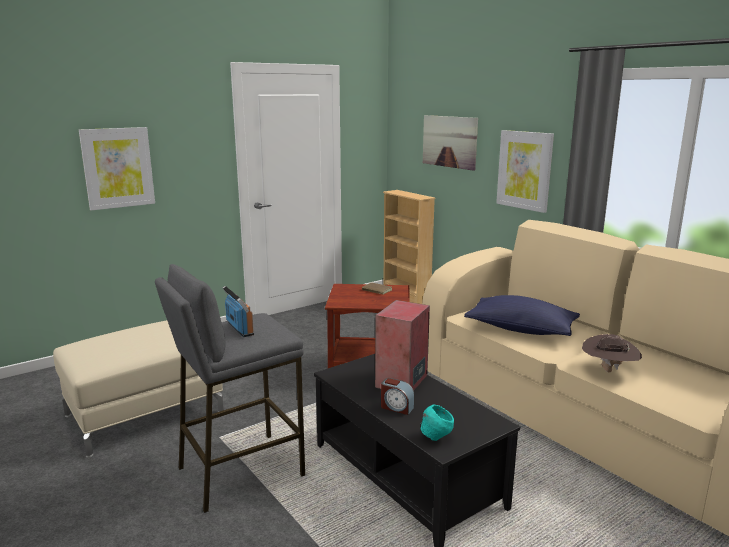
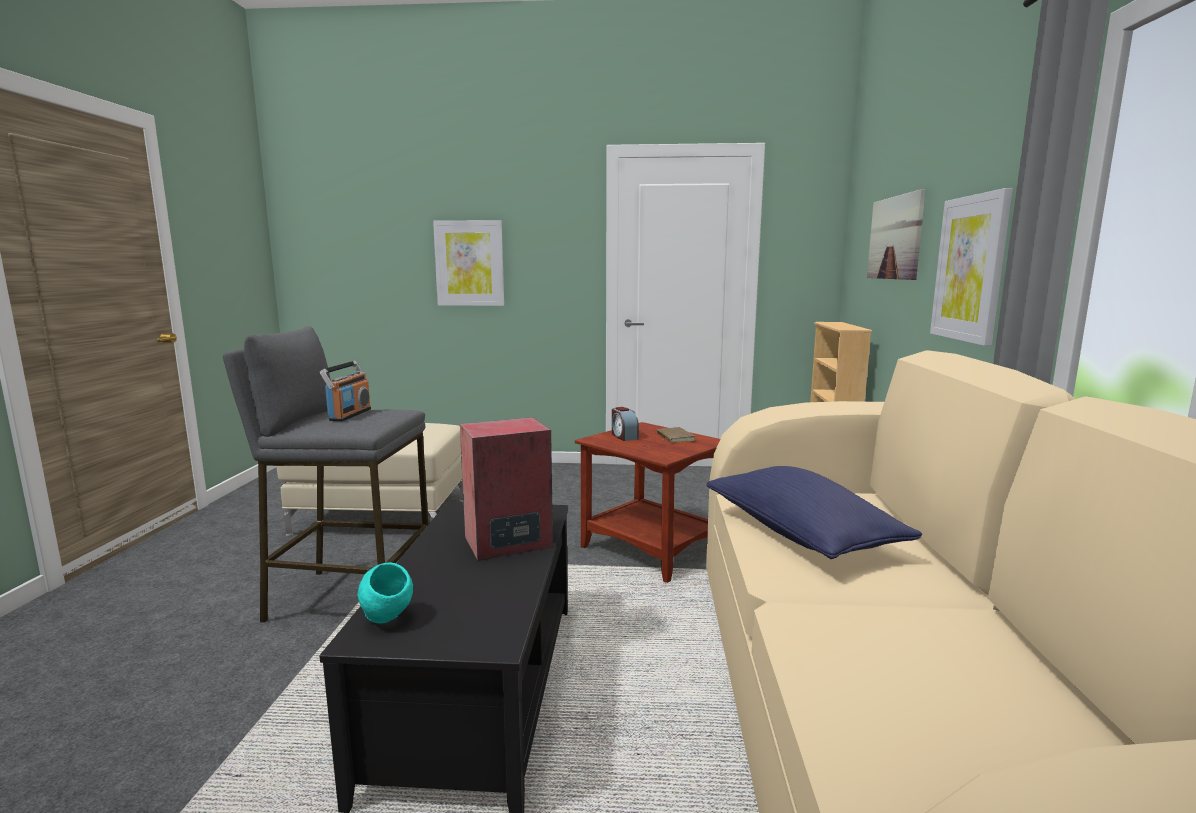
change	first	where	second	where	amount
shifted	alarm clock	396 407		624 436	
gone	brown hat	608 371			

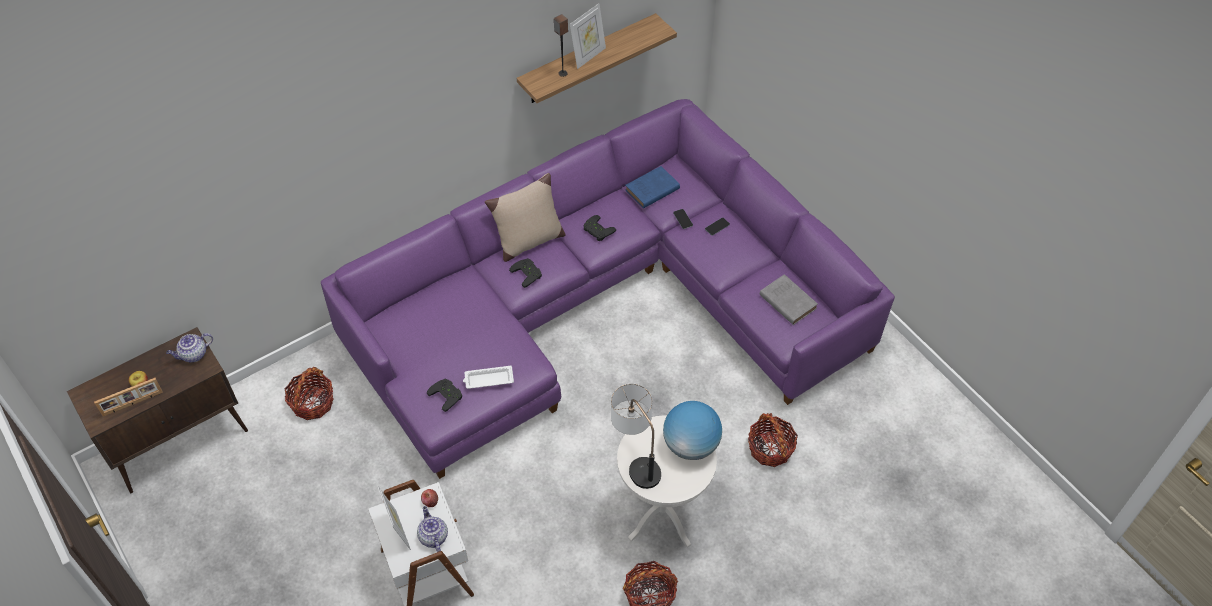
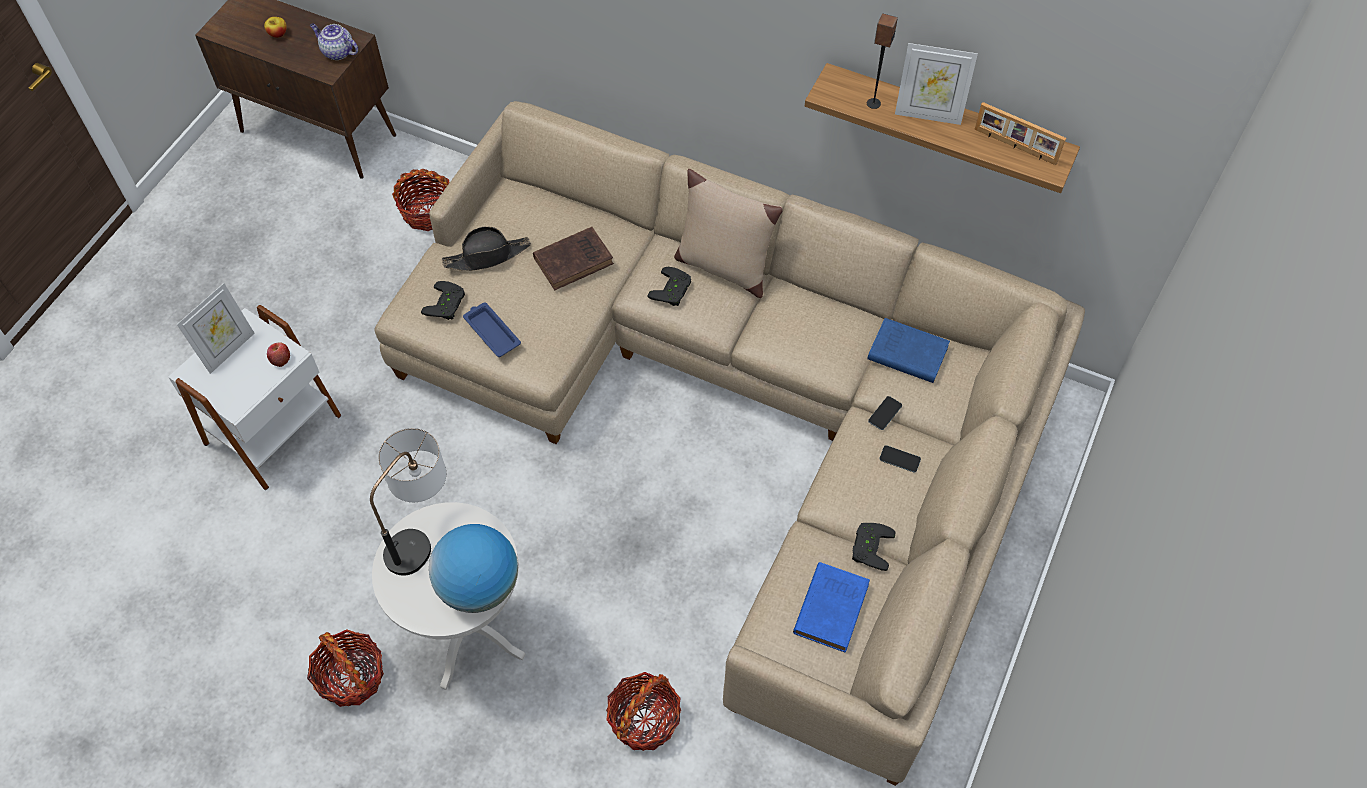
change	first	where	second	where	amount
shifted	picture frame	133 404		1014 147	
repainted	purple sofa	601 305	beige sofa	742 412	
gone	teapot	433 536			
repainted	white tray	488 379	blue tray	491 331	
shifted	black game controller	597 231		869 546	
repainted	grey book	786 301	blue book	831 607	
new			black hat	487 256	
new			brown book	575 260	

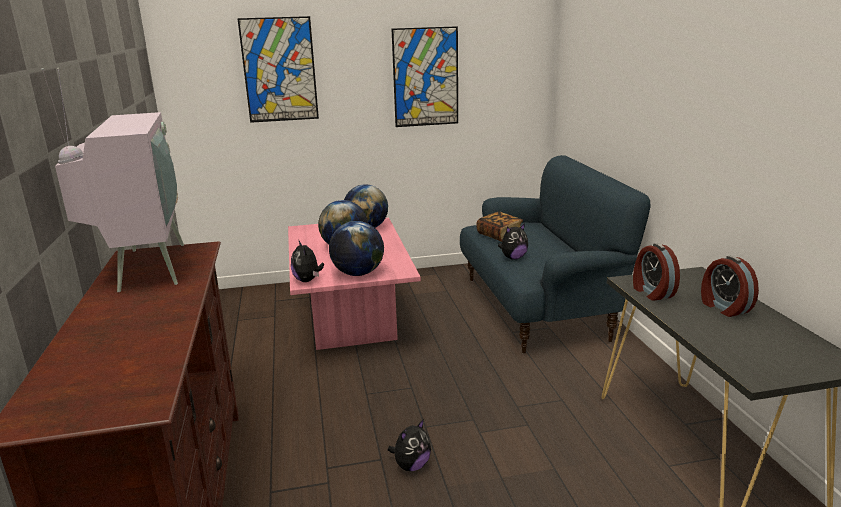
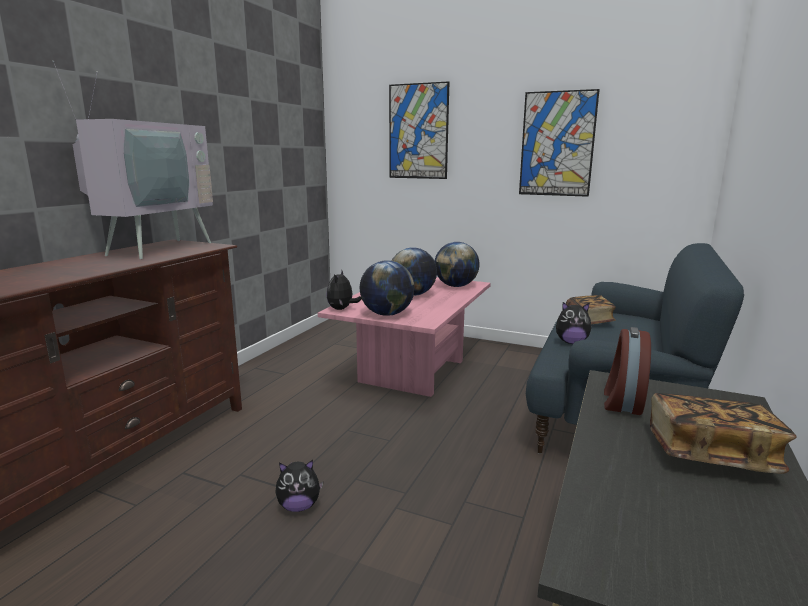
change	first	where	second	where	amount
swapped	alarm clock	724 307	book	709 454	

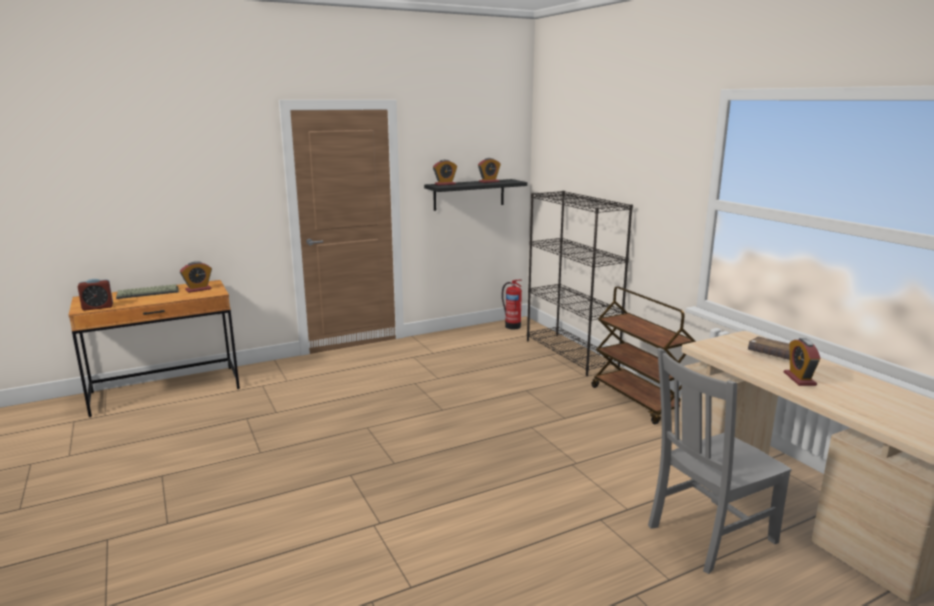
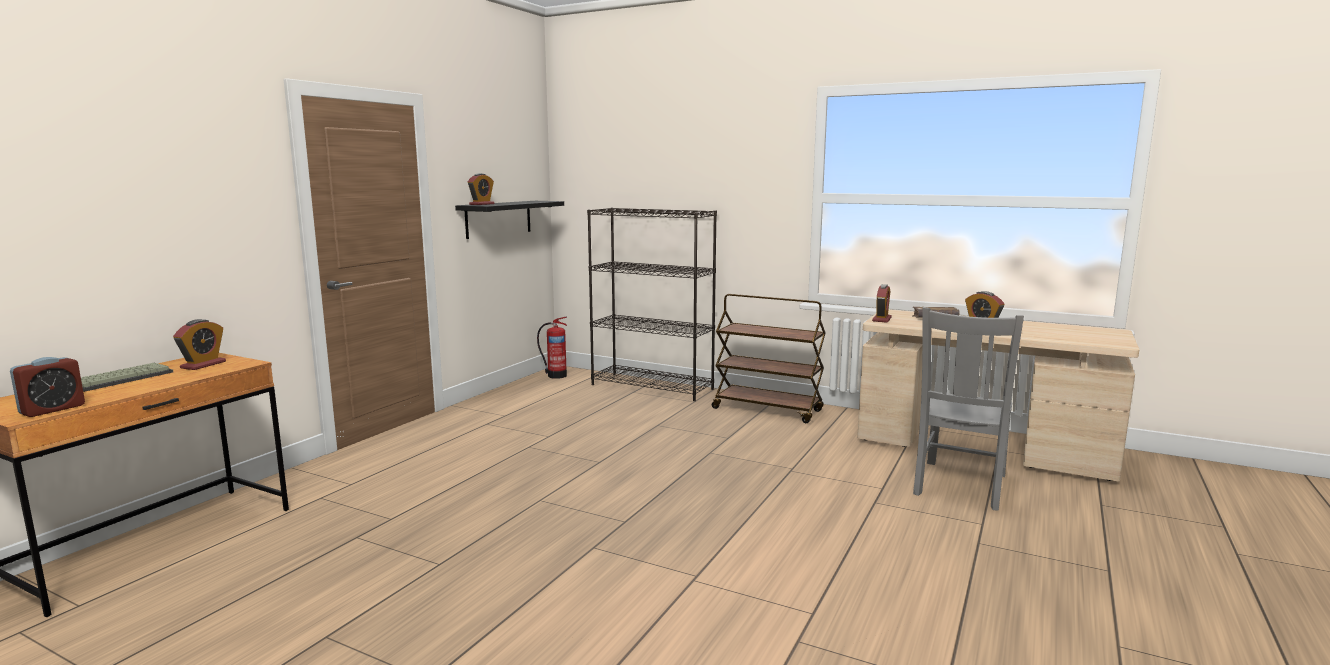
change	first	where	second	where	amount
shifted	alarm clock	489 181		882 319	

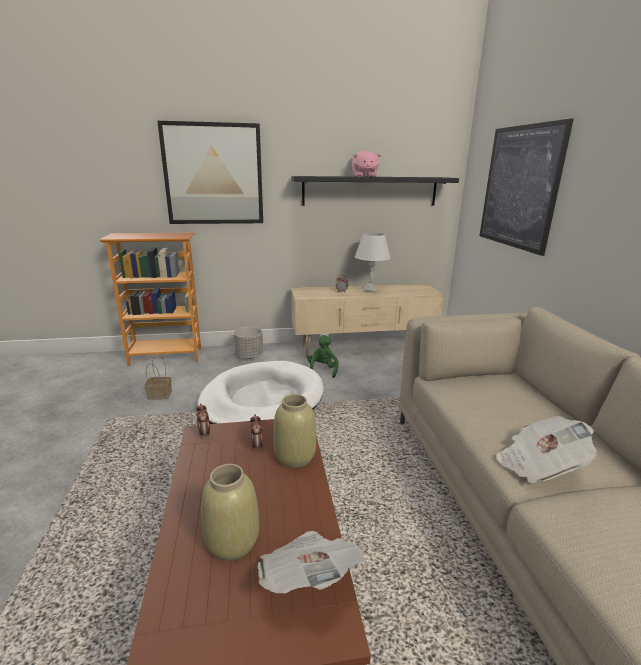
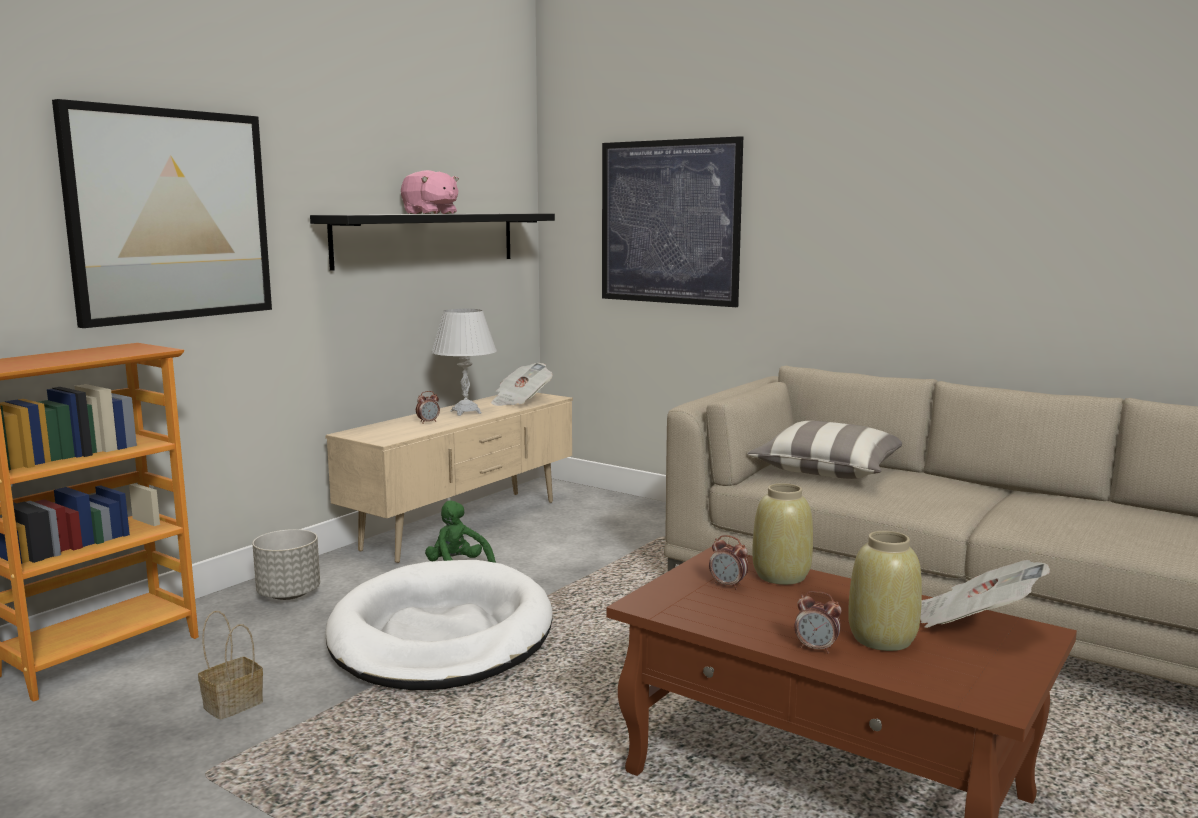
change	first	where	second	where	amount
shifted	alarm clock	204 434		816 648	
shifted	newspaper	539 465		520 401	
new			pillow	828 471	

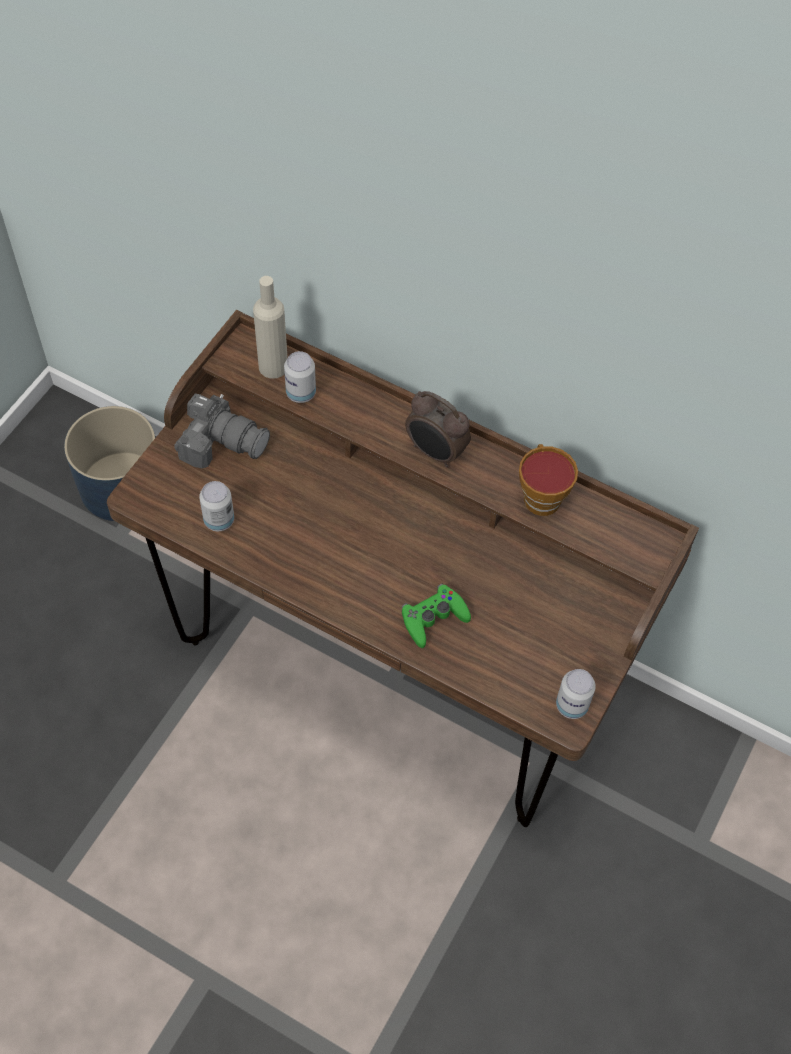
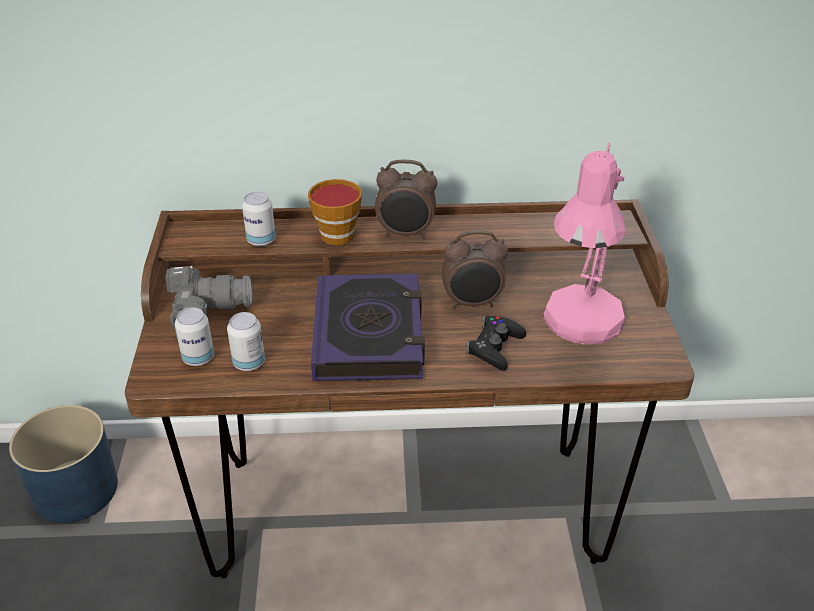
change	first	where	second	where	amount
gone	beige bottle	273 366			
repainted	green game controller	433 618	black game controller	495 347	
shifted	cup	540 496		334 233	
shifted	can	571 705		198 358	
new			book	369 335	
new			alarm clock	472 303	
new			pink table lamp	579 329	

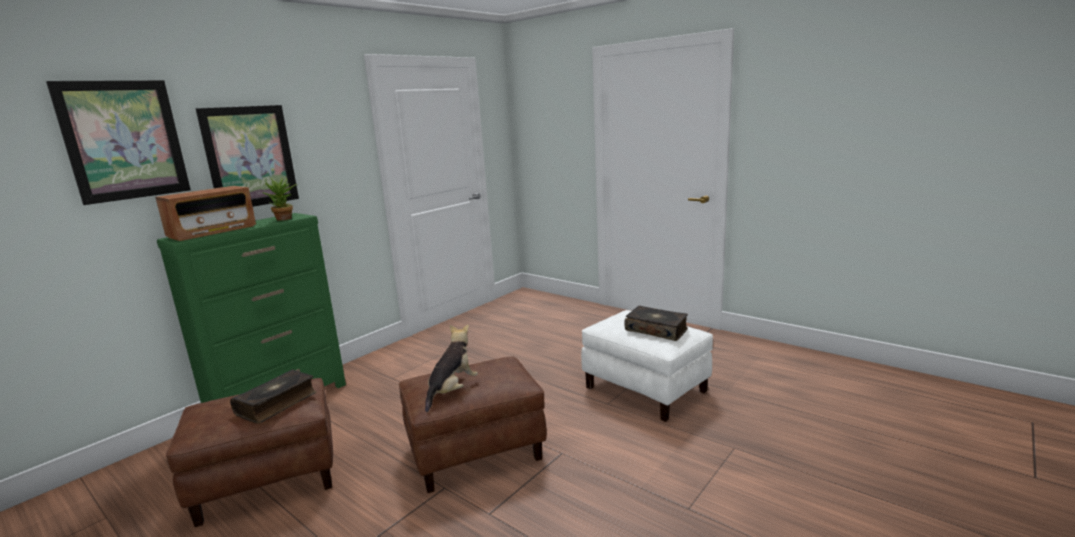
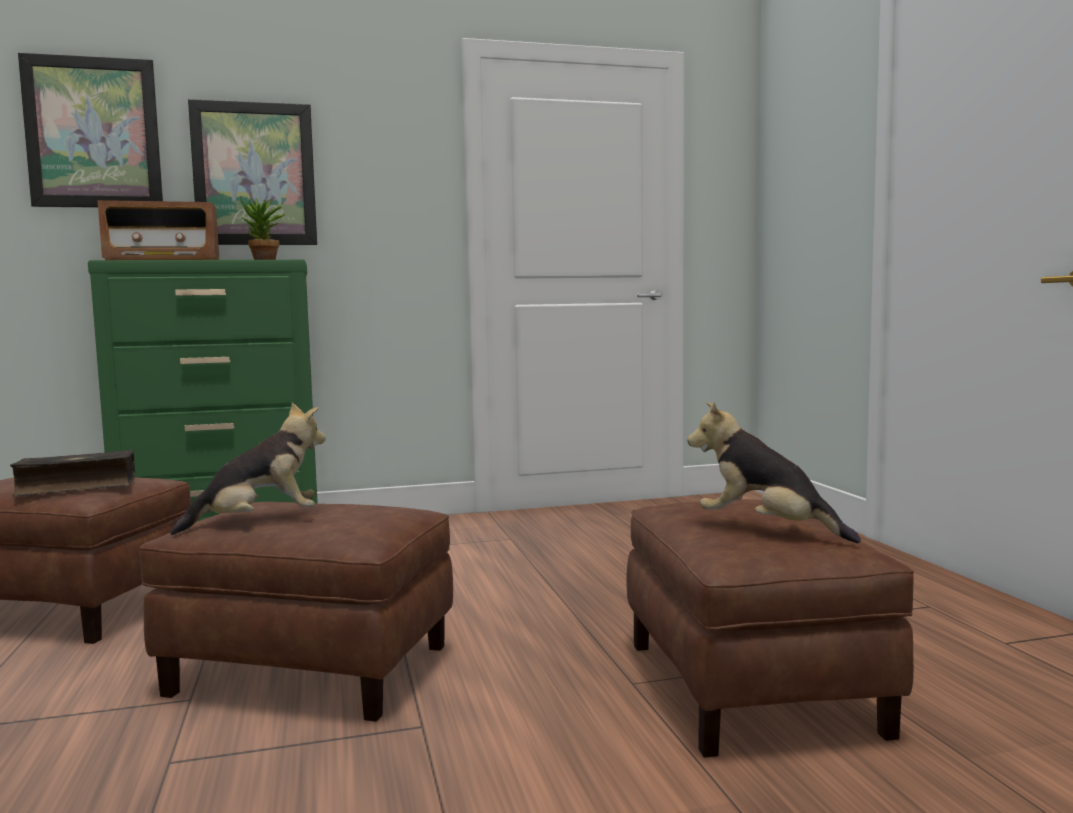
change	first	where	second	where	amount
repainted	white ottoman	646 389	brown ottoman	752 687	
swapped	book	656 330	plush toy	766 530	

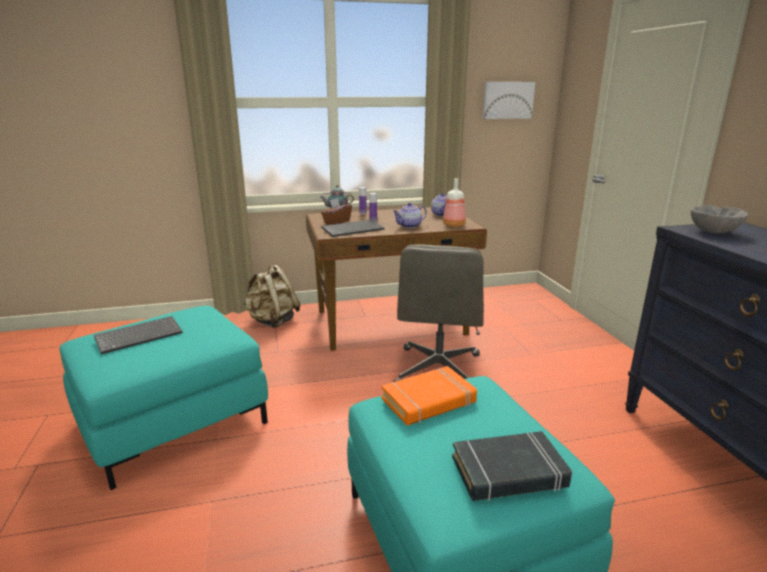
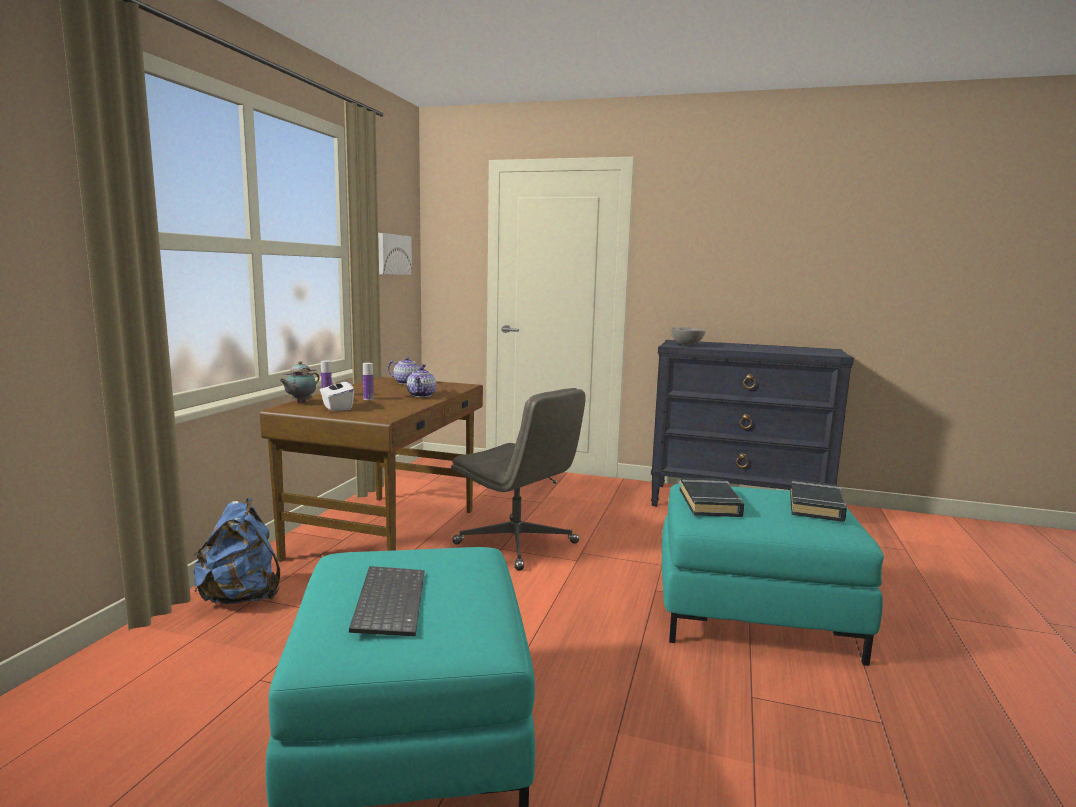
change	first	where	second	where	amount
repainted	beige backpack	272 321	blue backpack	241 597	
repainted	brown tissue box	336 222	white tissue box	337 408	
gone	keyboard	353 229			
repainted	orange book	429 401	black book	710 503	
gone	bottle	454 225			

